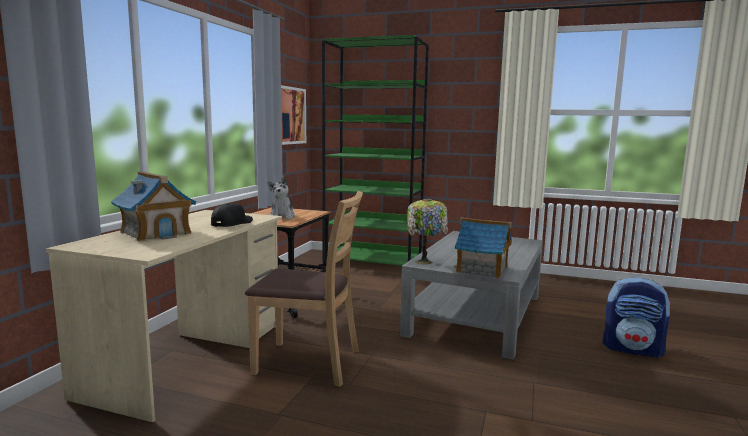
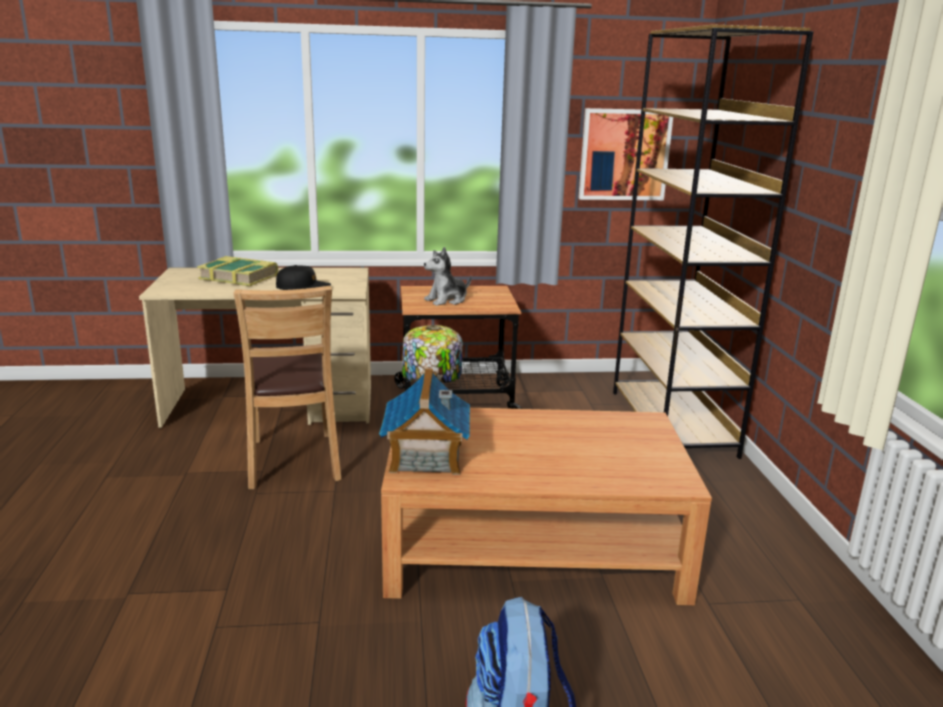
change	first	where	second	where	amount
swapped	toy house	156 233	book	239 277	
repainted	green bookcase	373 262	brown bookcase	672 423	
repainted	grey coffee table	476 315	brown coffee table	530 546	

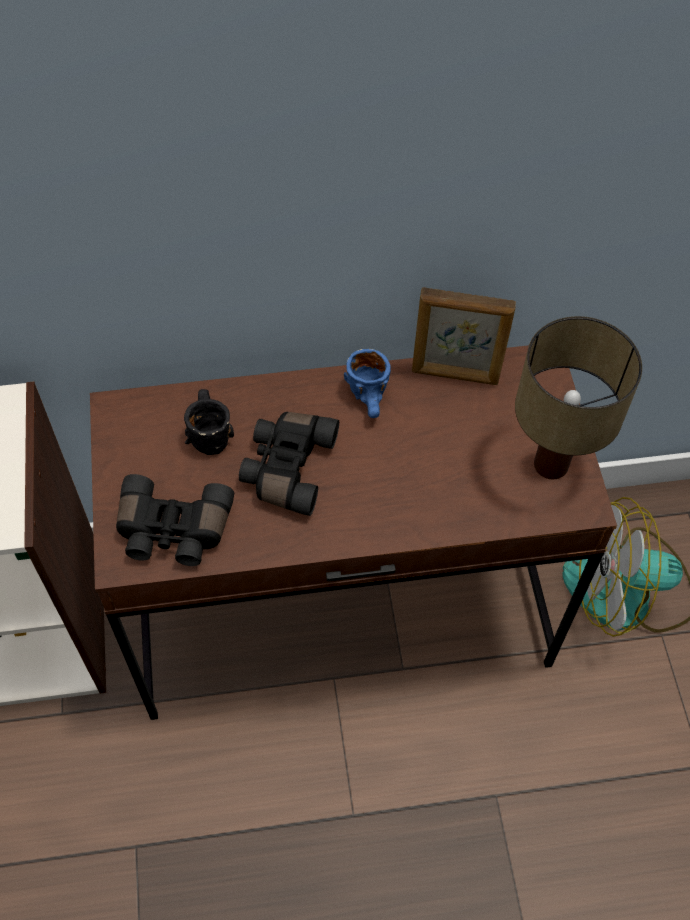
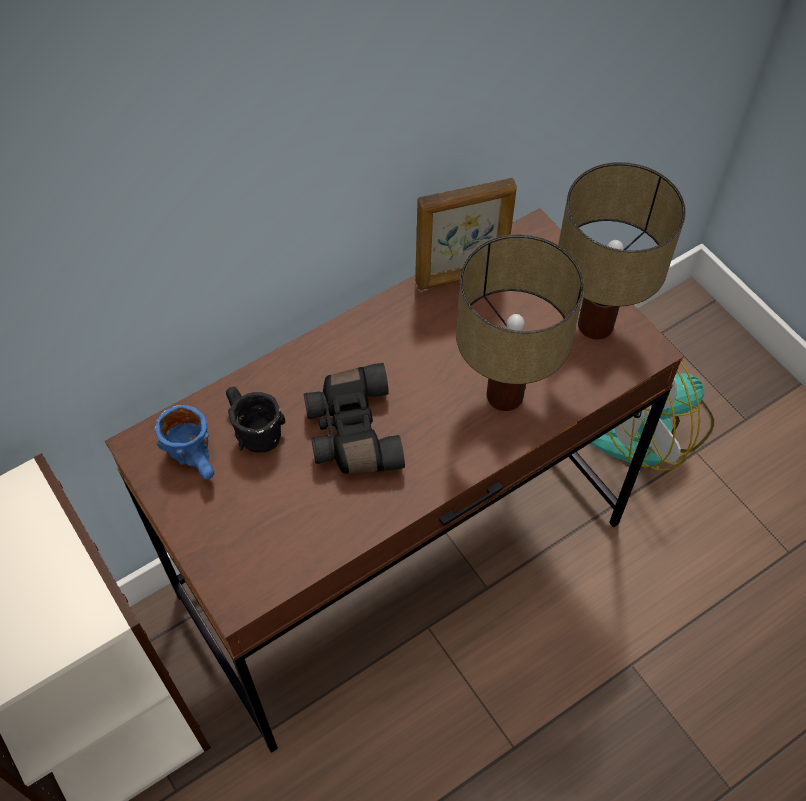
change	first	where	second	where	amount
gone	black binoculars	172 531			
shifted	blue mug	371 399		198 458	
new			table lamp	503 394	

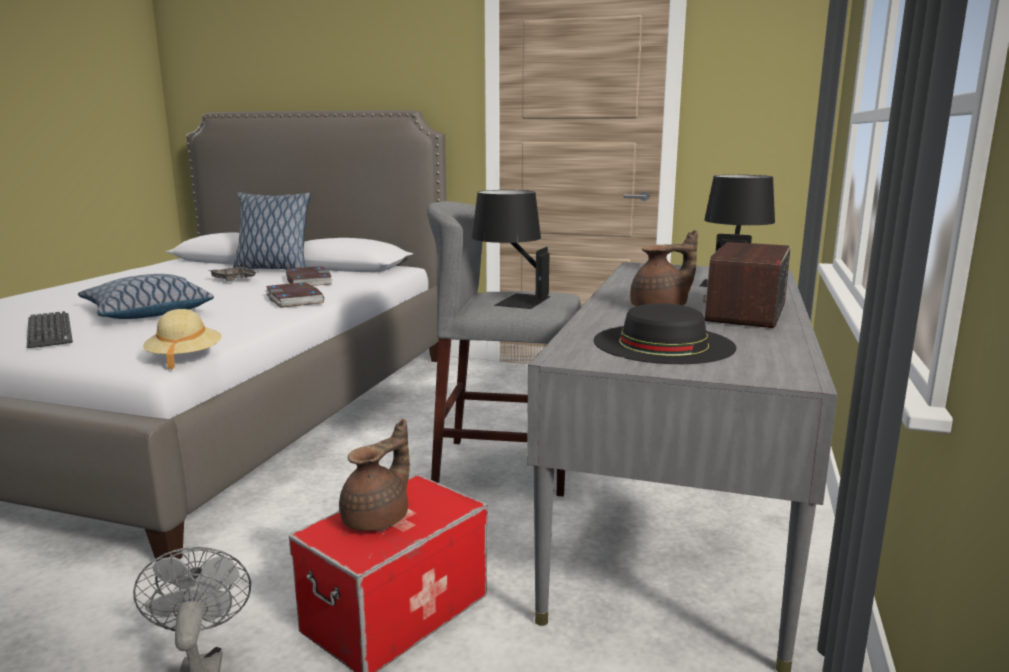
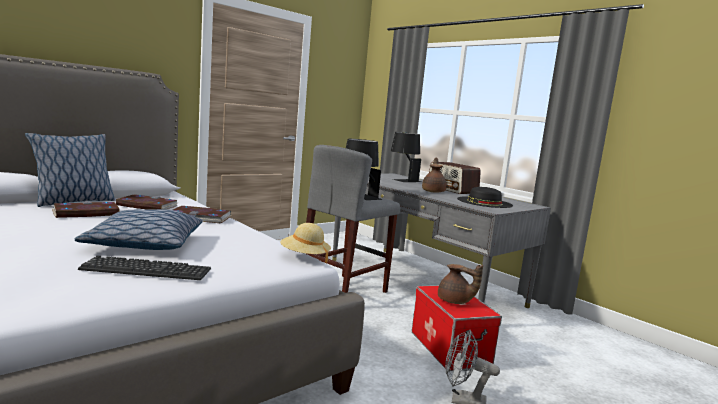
change	first	where	second	where	amount
swapped	grey tray	235 279	book	86 213	
rotated	brown teapot	378 518		455 301	150 degrees clockwise

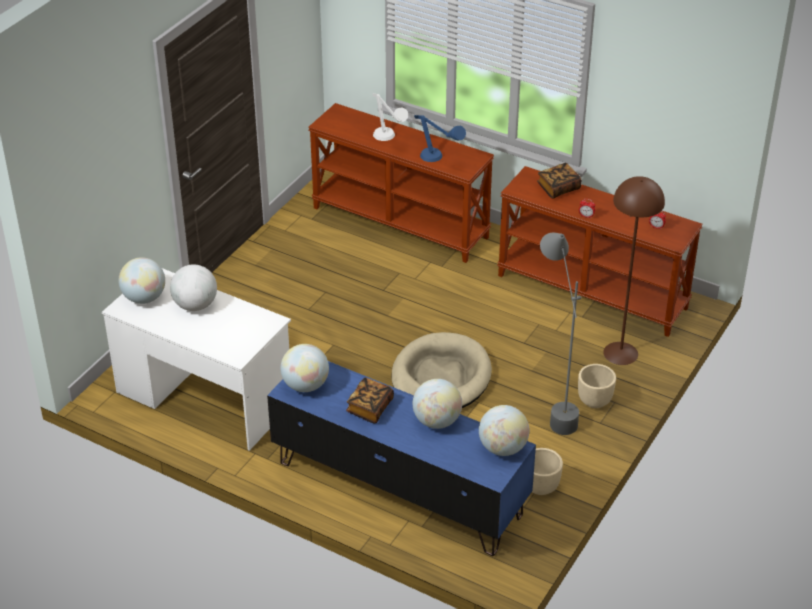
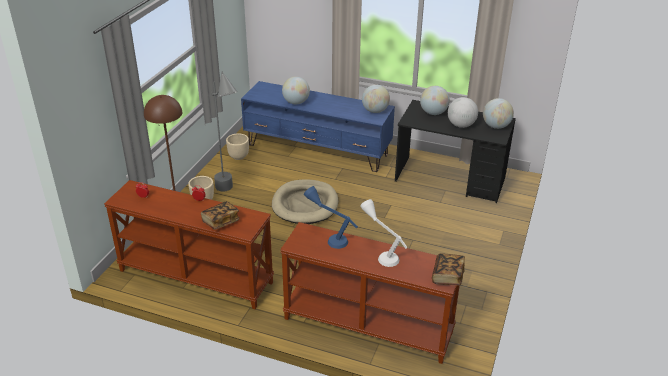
change	first	where	second	where	amount
repainted	white desk	204 398	black desk	450 180	
shifted	book	370 408		447 276	
shifted	globe	502 448		433 113	

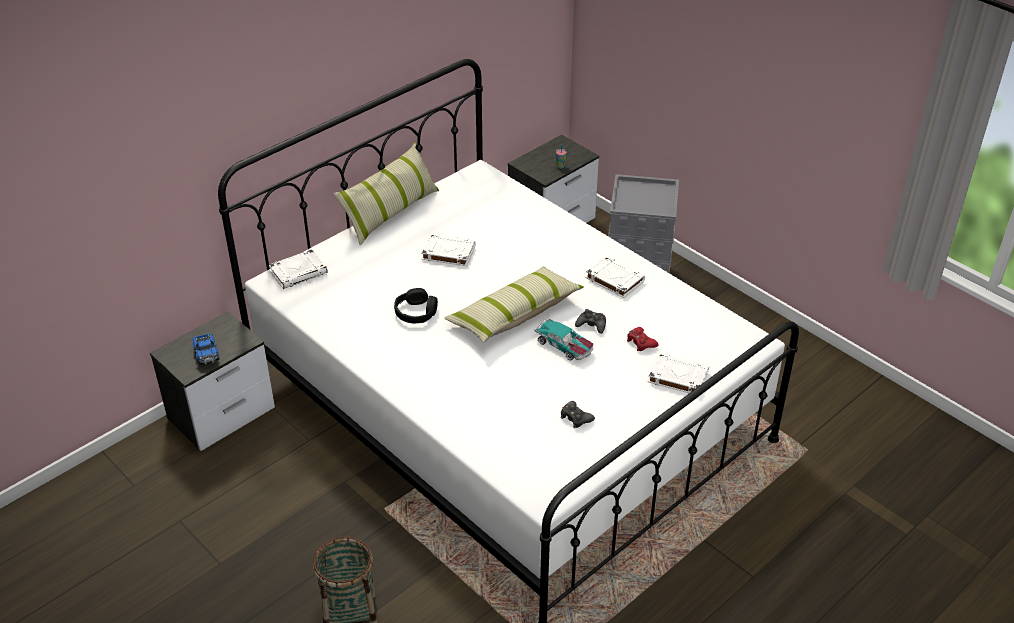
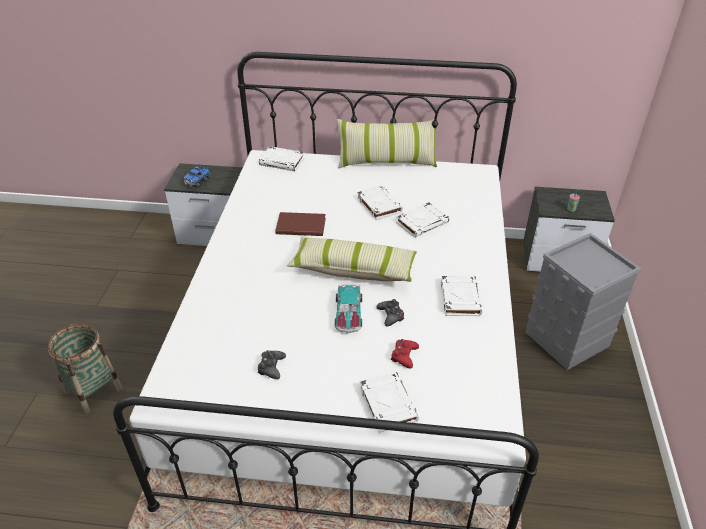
change	first	where	second	where	amount
swapped	black headphones	416 312	brown book	300 225	
new			white book	422 222	

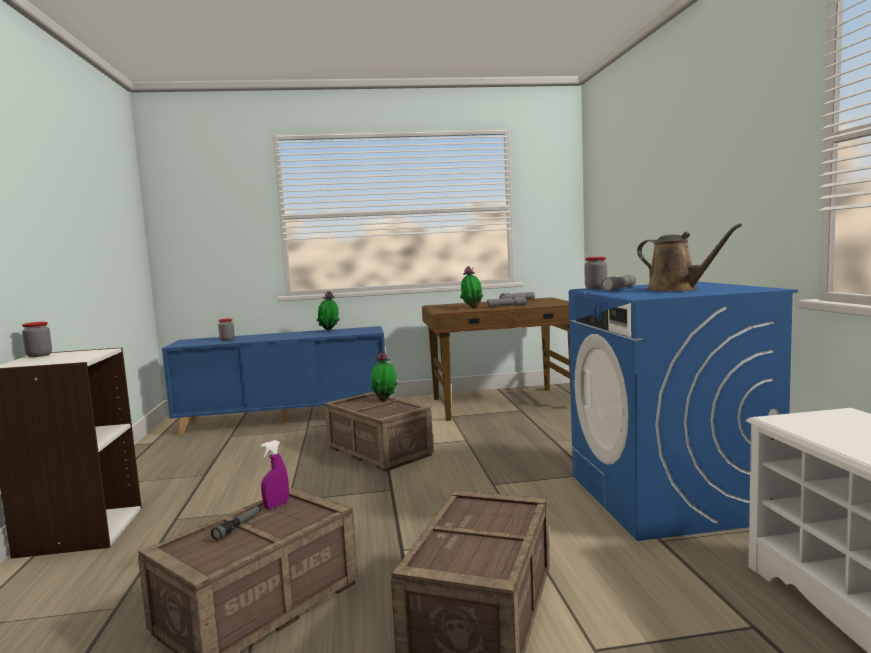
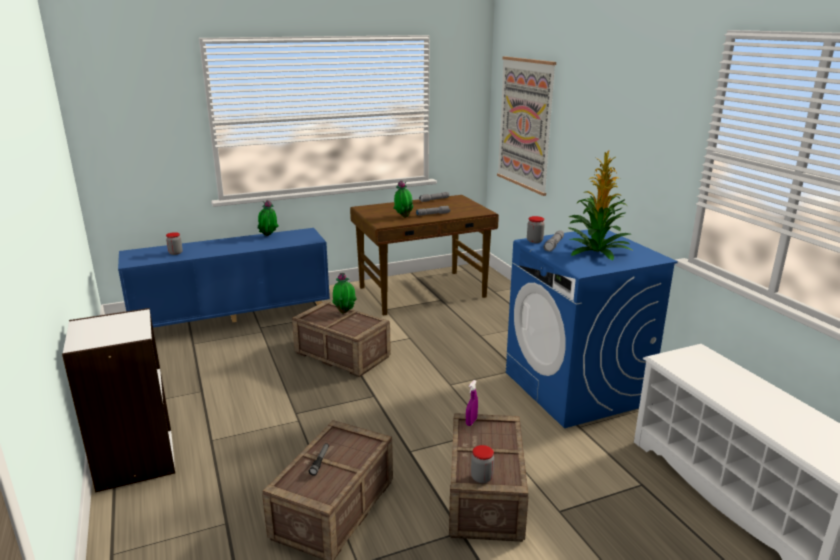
change	first	where	second	where	amount
shifted	jar	39 355		481 477	
shifted	purple spray bottle	276 505		471 422	
swapped	brown watering can	676 289	potted plant	597 252	
new			picture	525 124	

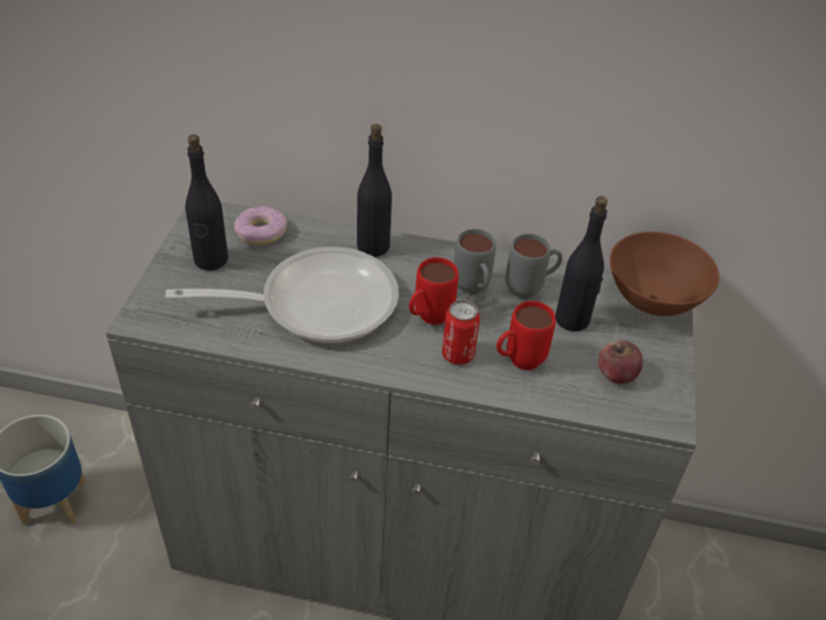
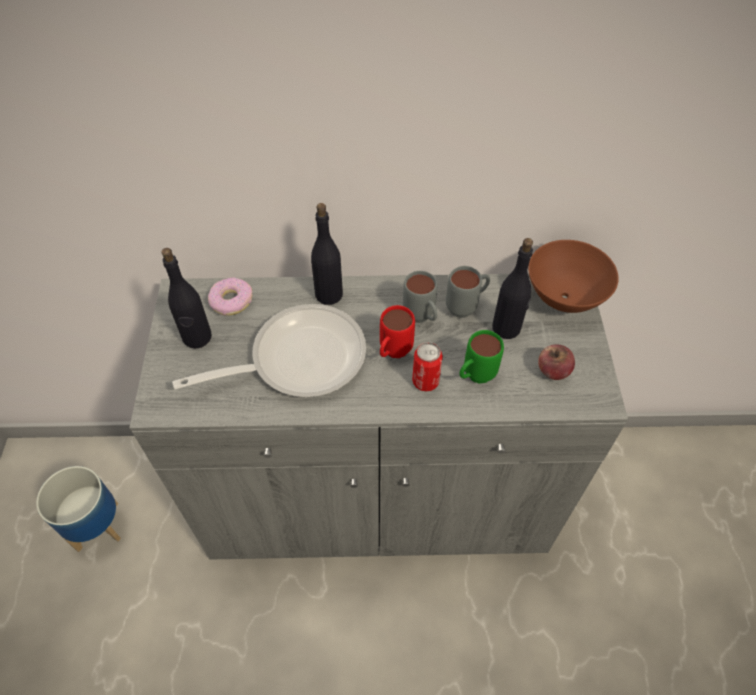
change	first	where	second	where	amount
repainted	red mug	517 362	green mug	474 377	

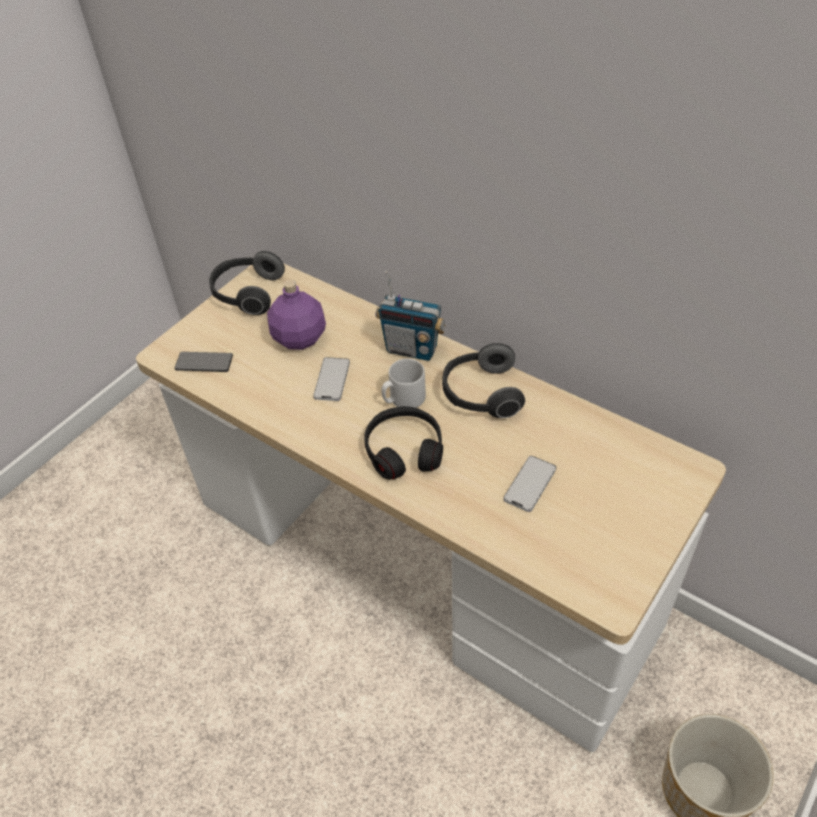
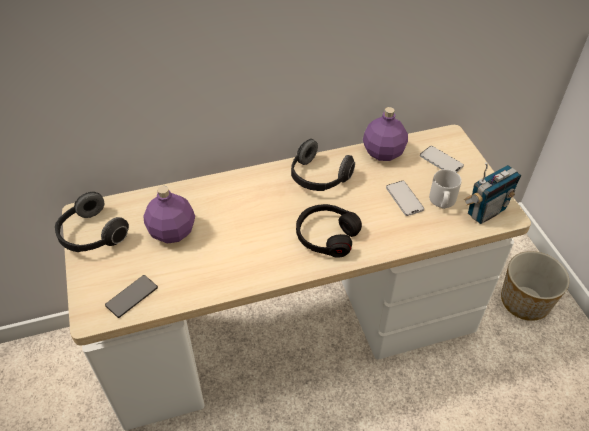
change	first	where	second	where	amount
shifted	phone	332 380		441 161	
shifted	radio	412 349		485 211	
shifted	grey mug	403 399		442 201	
new			purple bottle	384 153	

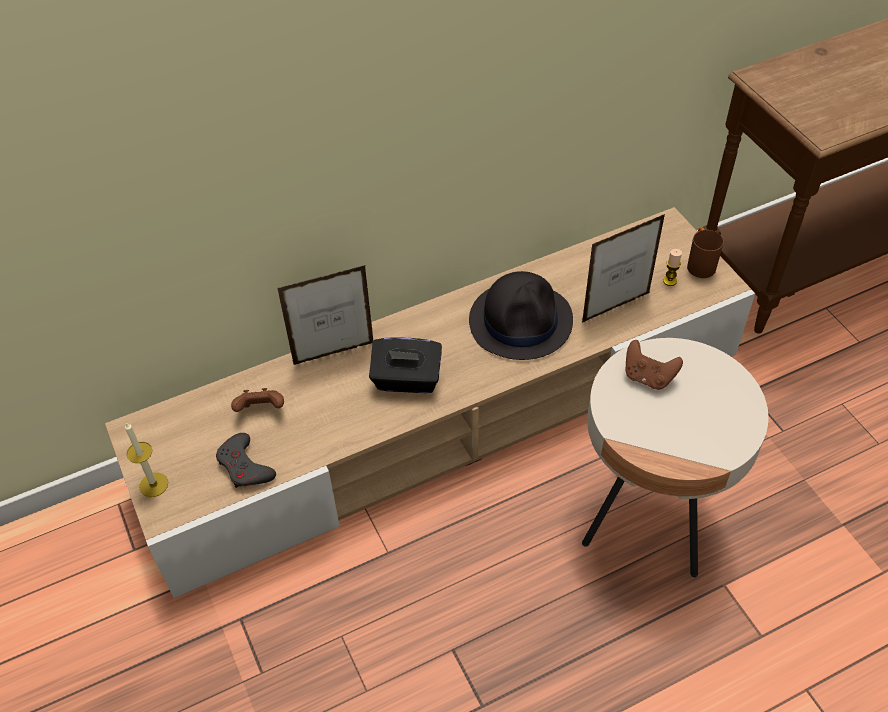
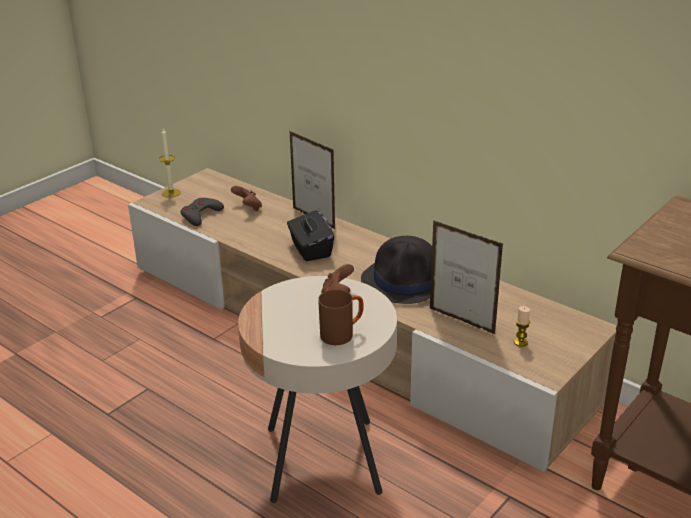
change	first	where	second	where	amount
shifted	brown mug	699 264		342 334	

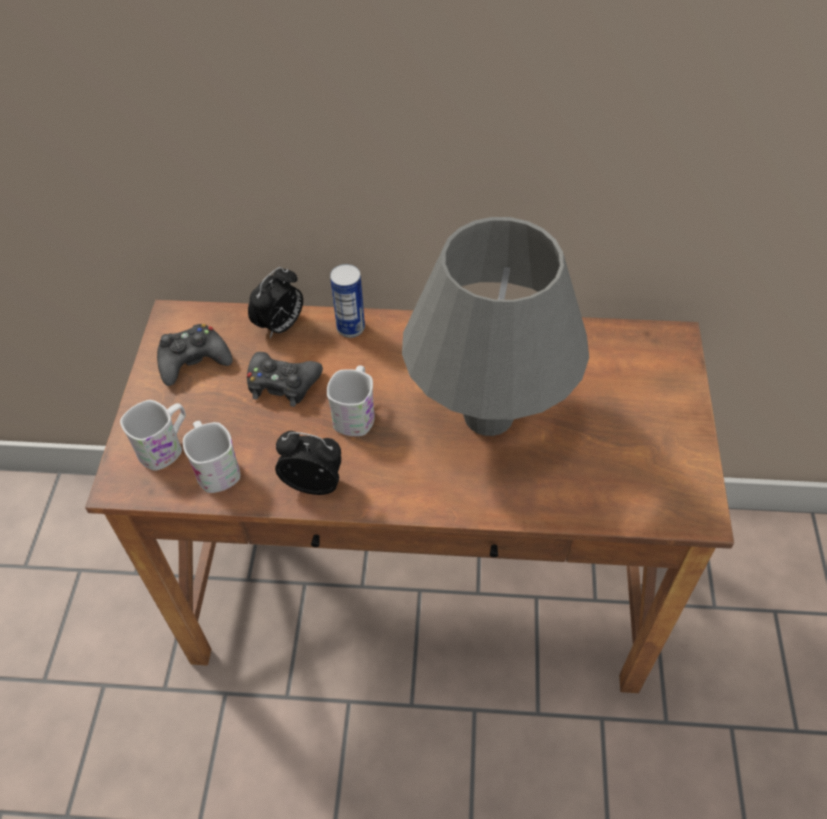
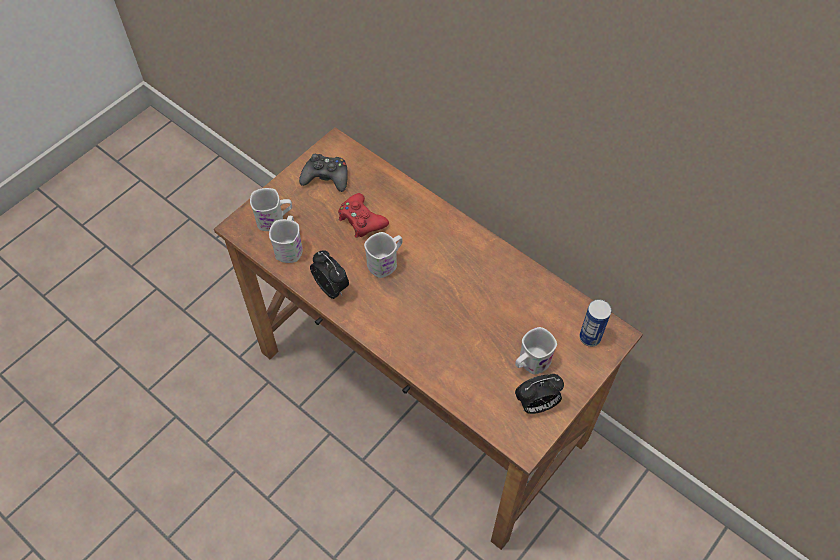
change	first	where	second	where	amount
repainted	black game controller	282 384	red game controller	361 220	
shifted	alarm clock	280 326		536 405	
shifted	can	350 328		590 337	
gone	grey table lamp	488 415			
new			white mug	530 363	

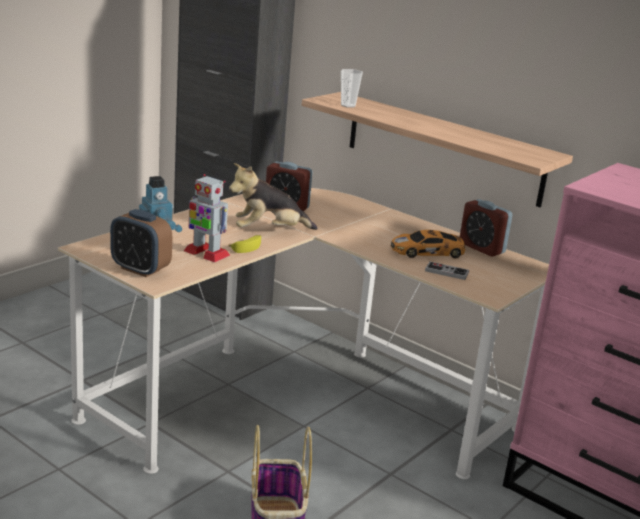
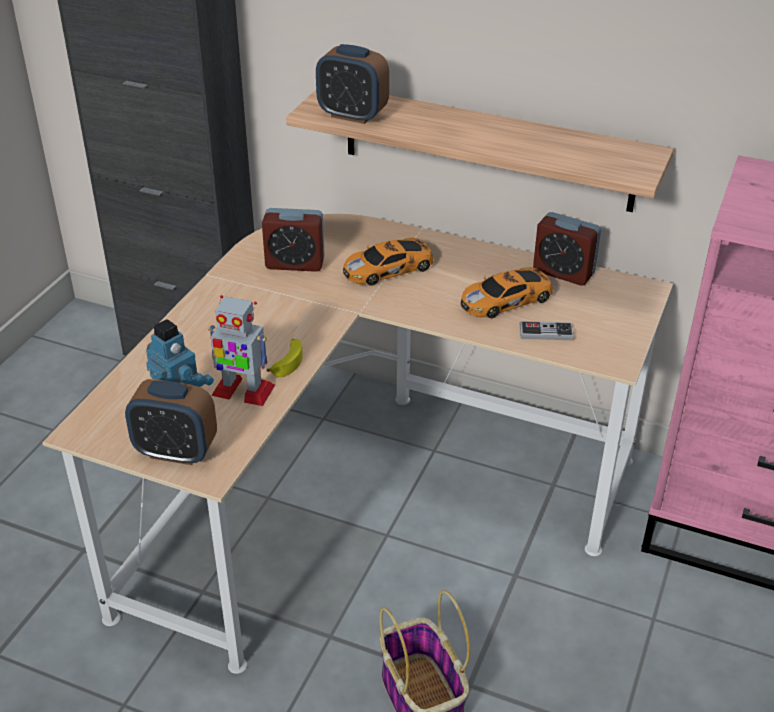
change	first	where	second	where	amount
gone	plush toy	269 231			
swapped	cup	348 105	alarm clock	352 115	
new			toy car	390 268	

